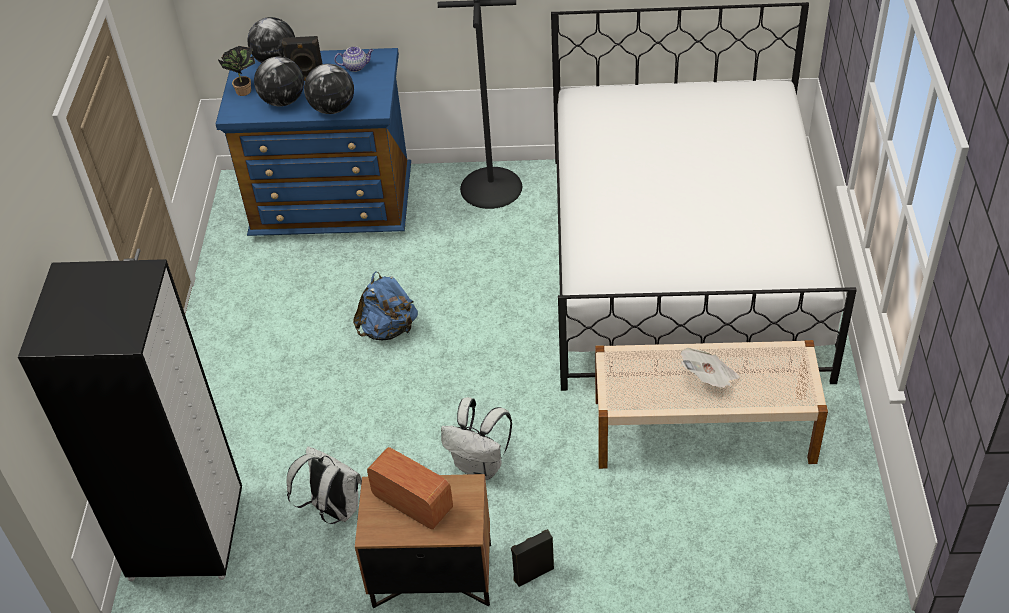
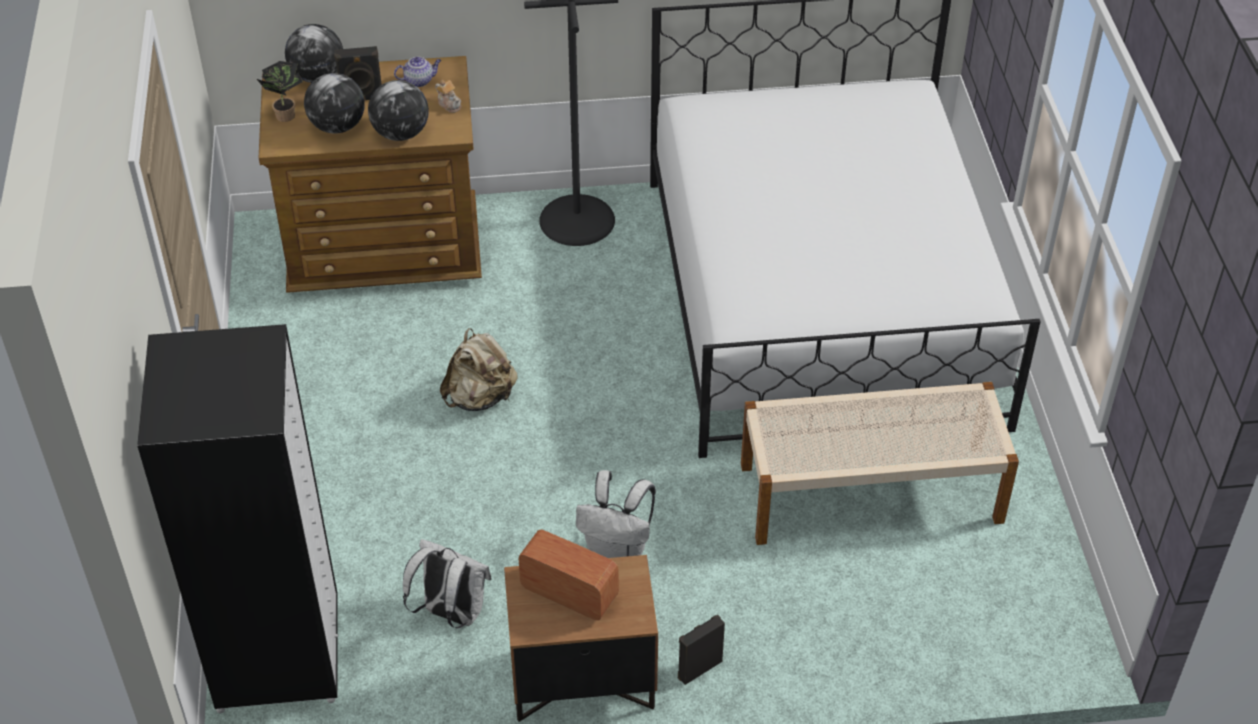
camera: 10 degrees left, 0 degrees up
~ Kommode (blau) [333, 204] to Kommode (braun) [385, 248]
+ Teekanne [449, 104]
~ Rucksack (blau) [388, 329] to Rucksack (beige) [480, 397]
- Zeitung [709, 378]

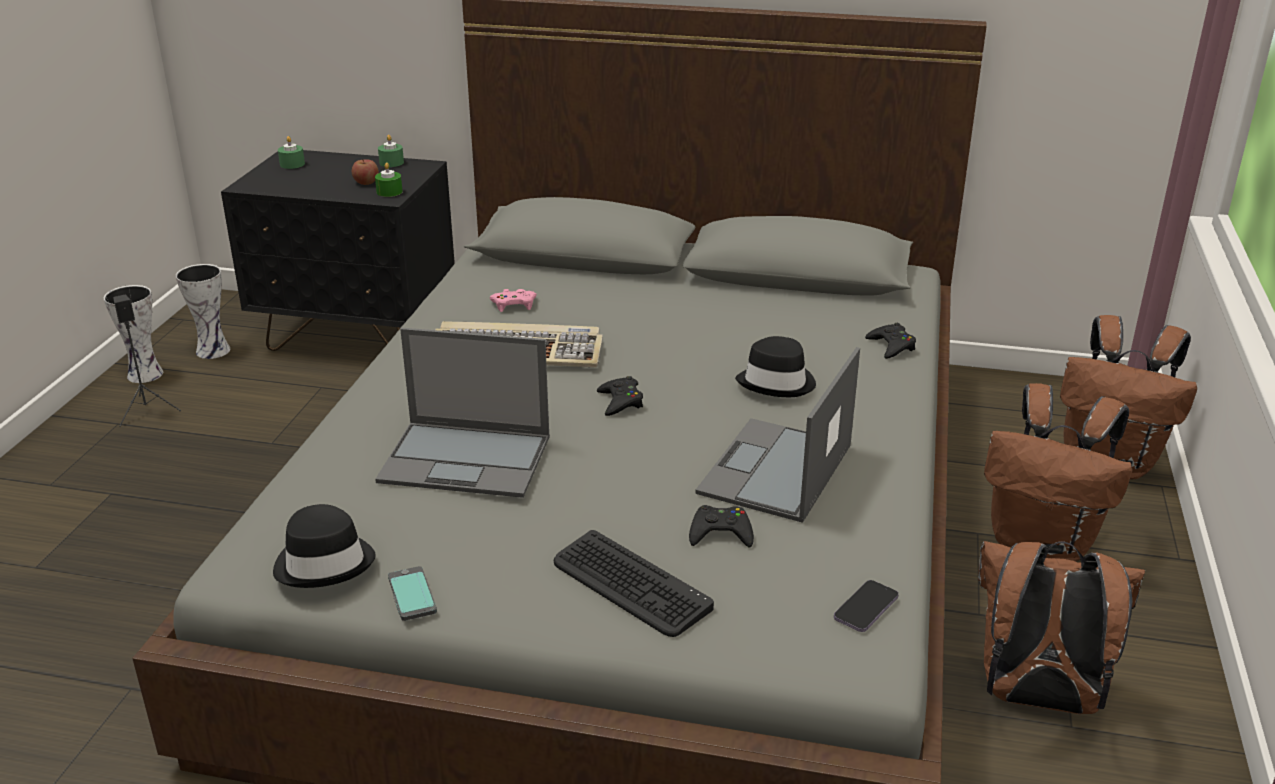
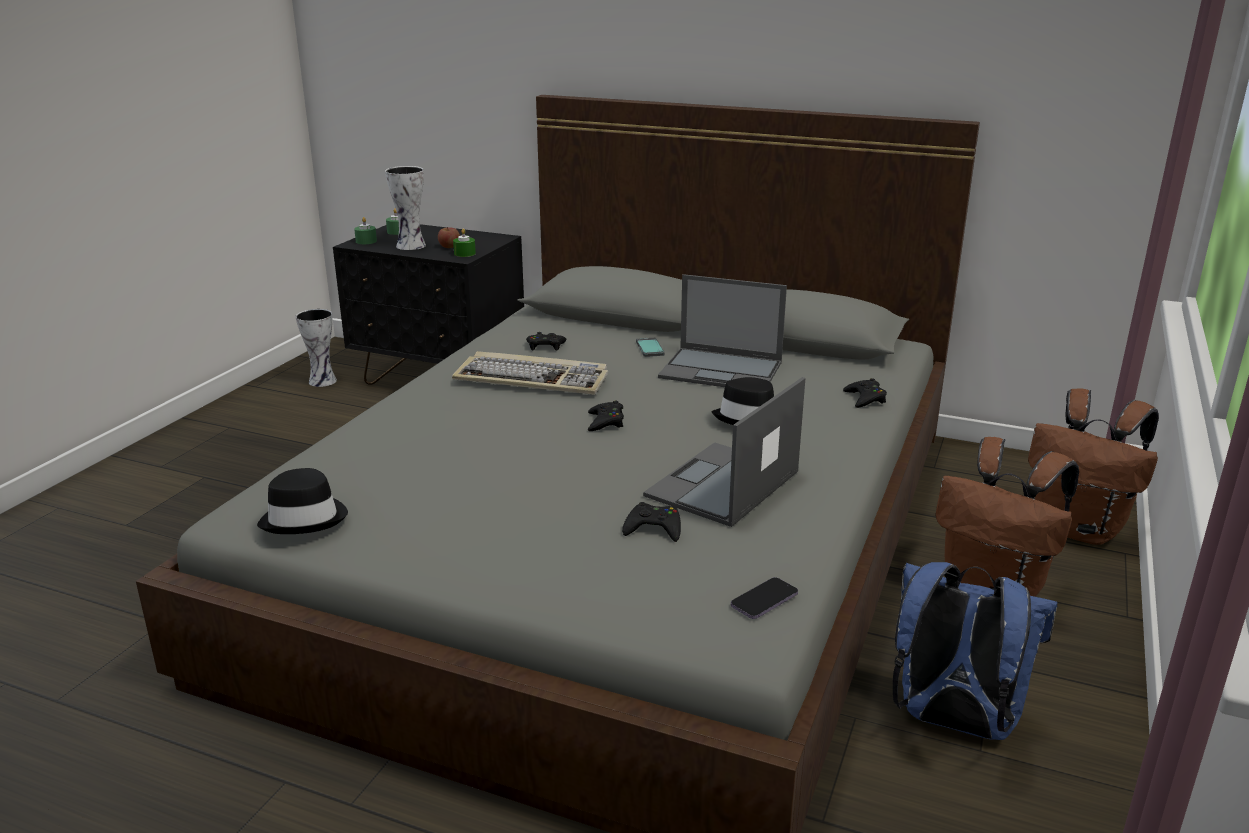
camera: 10 degrees right, 5 degrees down
~ Kerze (grün) [391, 162] to [366, 241]
~ Vase [146, 375] to [411, 246]
~ Gamepad (rosa) [514, 305] to Gamepad (schwarz) [545, 346]
~ Handy [411, 595] to [649, 348]
~ Laptop [467, 459] to [722, 370]
~ Rucksack (braun) [1036, 699] to Rucksack (blau) [952, 722]
- Lautsprecher (schwarz) [147, 410]
- Tastatur [630, 585]

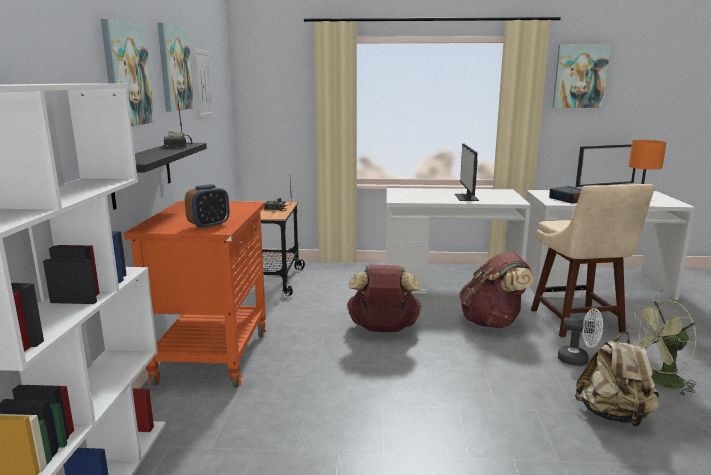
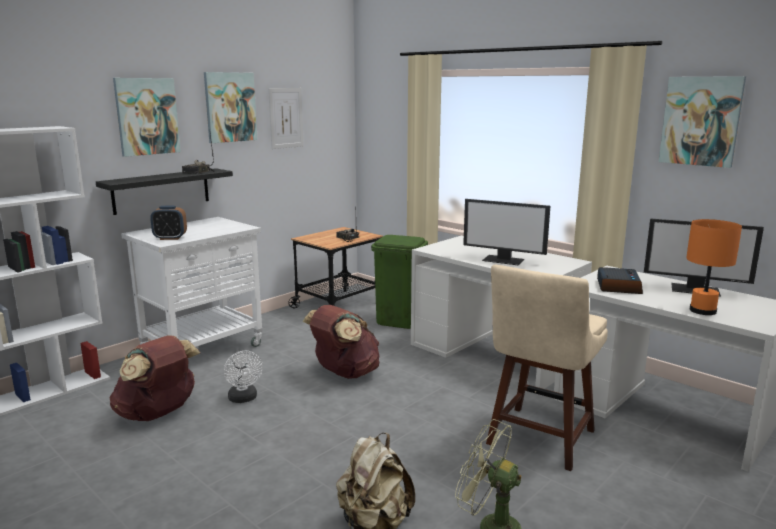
camera: 40 degrees right, 0 degrees up
~ Rucksack (braun) [493, 322] to [158, 413]
~ Rollwagen (orange) [214, 357] to Rollwagen (weiß) [204, 349]
~ Ventilator (weiß) [578, 360] to [244, 399]
+ Mülleimer (grün) [400, 321]
~ Monitor [467, 197] = [504, 260] 105 degrees counterclockwise

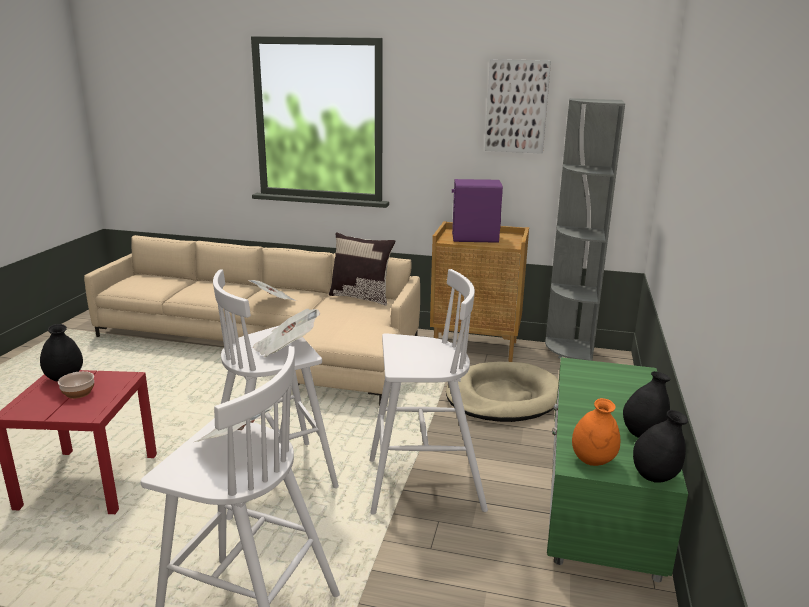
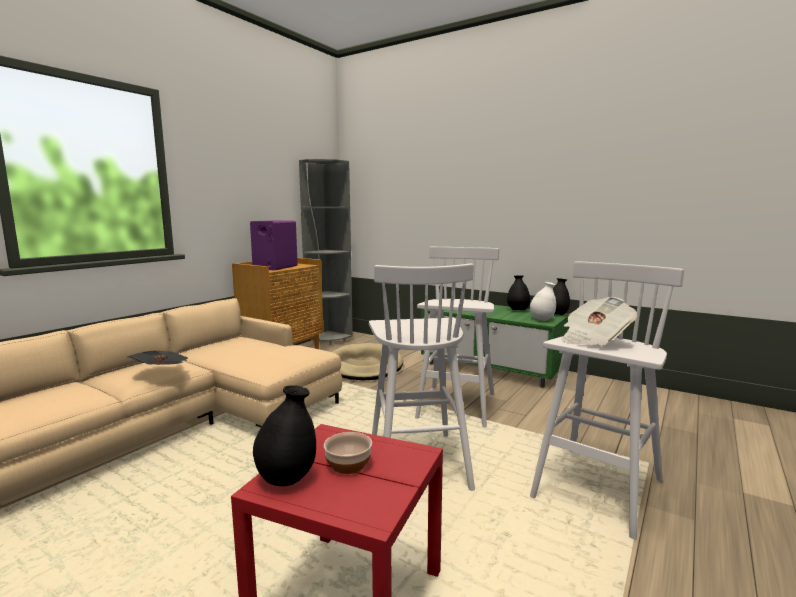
camera: 70 degrees left, 10 degrees down
~ Vase (orange) [593, 461] to Vase (weiß) [542, 320]
- Zeitung [286, 348]
- Kissen [361, 297]
- Bild [516, 106]

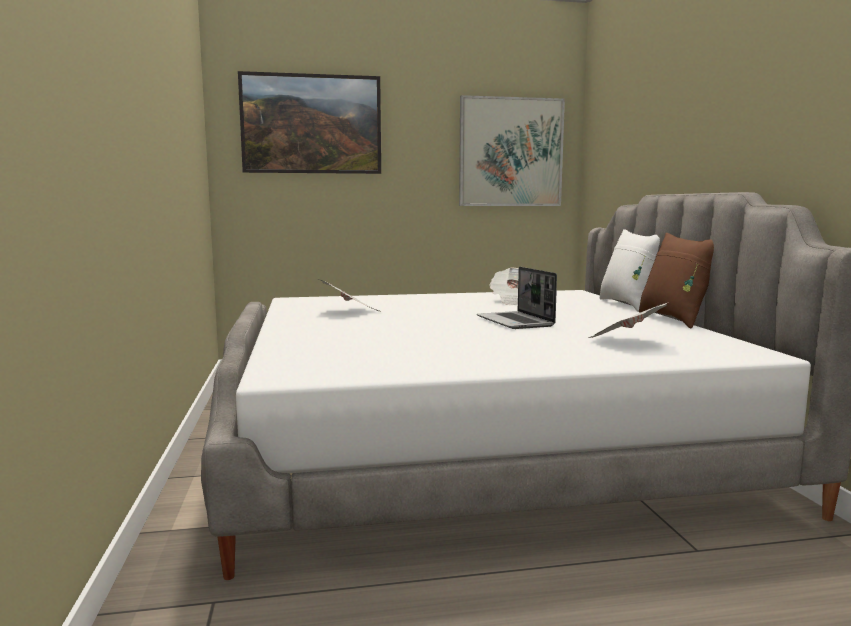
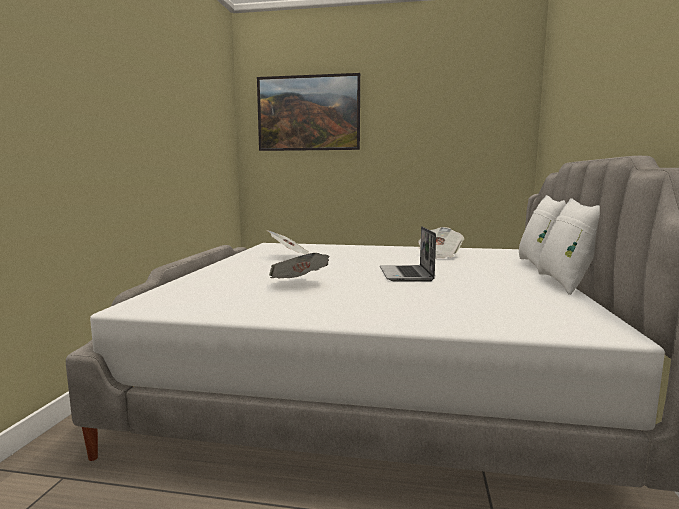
camera: 20 degrees right, 0 degrees up
~ Zeitung [625, 342] to [299, 284]
~ Kissen (braun) [674, 319] to Kissen (weiß) [566, 284]
- Bild [510, 152]

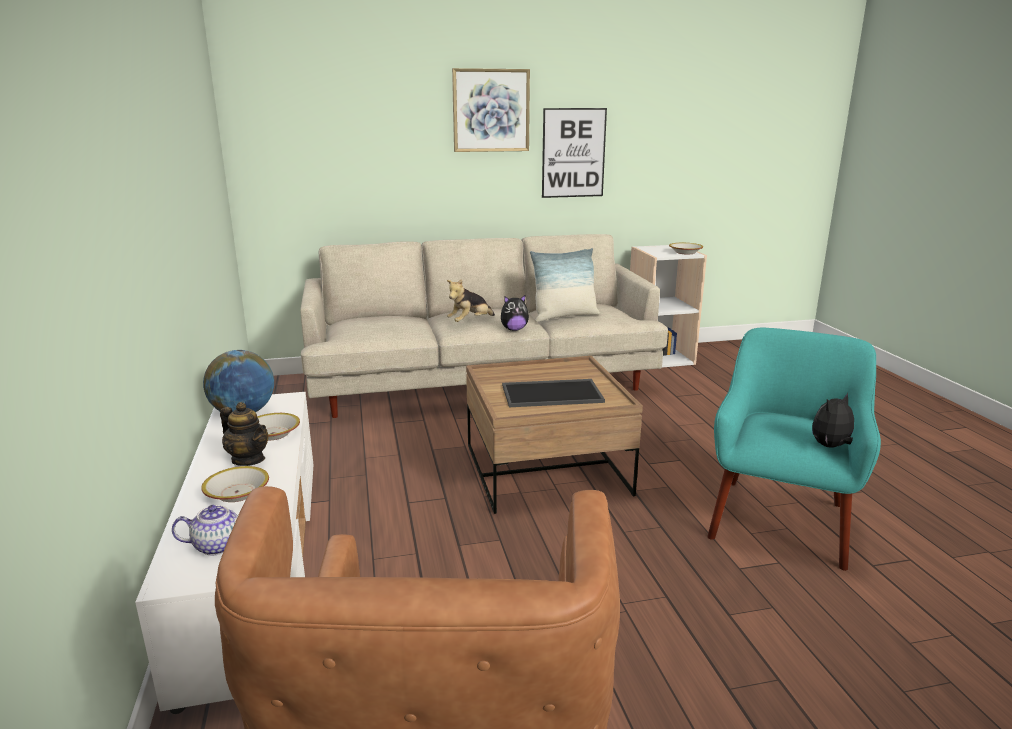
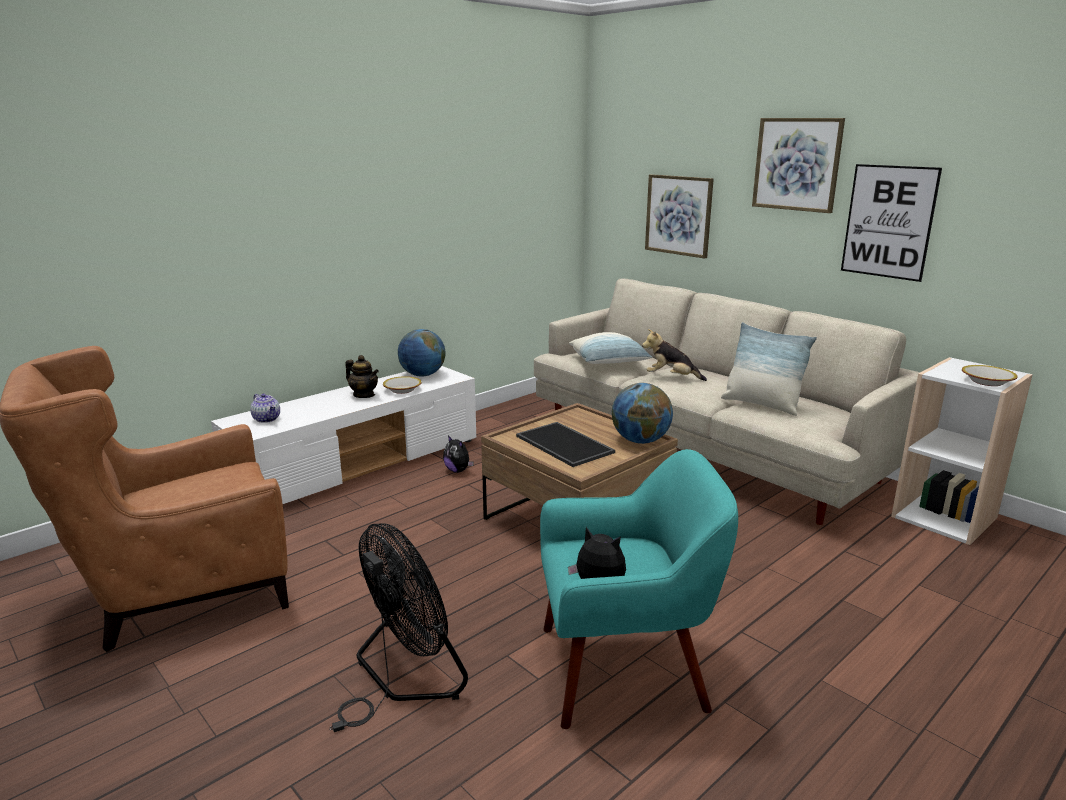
camera: 60 degrees right, 0 degrees up
+ Ventilator (schwarz) [396, 673]
~ Teekanne [248, 459] = [364, 395] 60 degrees counterclockwise
~ Plüschtier [514, 329] to [458, 470]
+ Kissen [609, 362]
+ Globus [640, 441]
+ Bild [678, 215]
- Schüssel [237, 493]

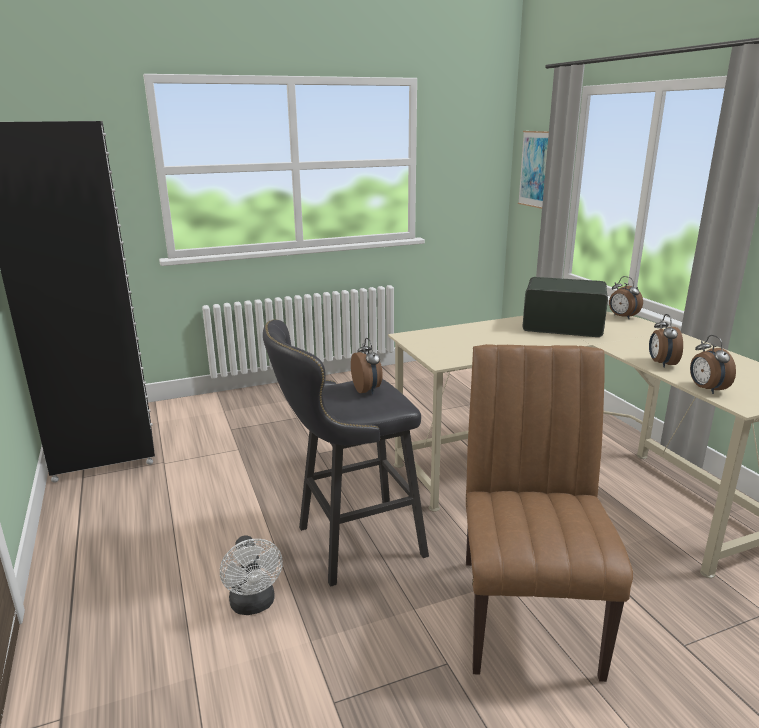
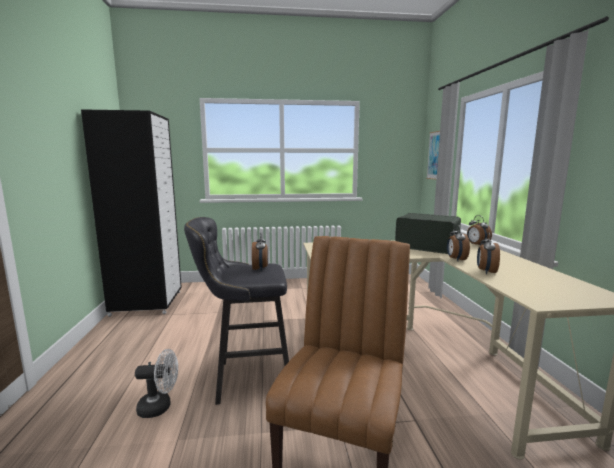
camera: 15 degrees right, 10 degrees down
~ Ventilator (weiß) [254, 605] = [160, 407] 90 degrees counterclockwise
~ Wecker [706, 389] to [456, 259]

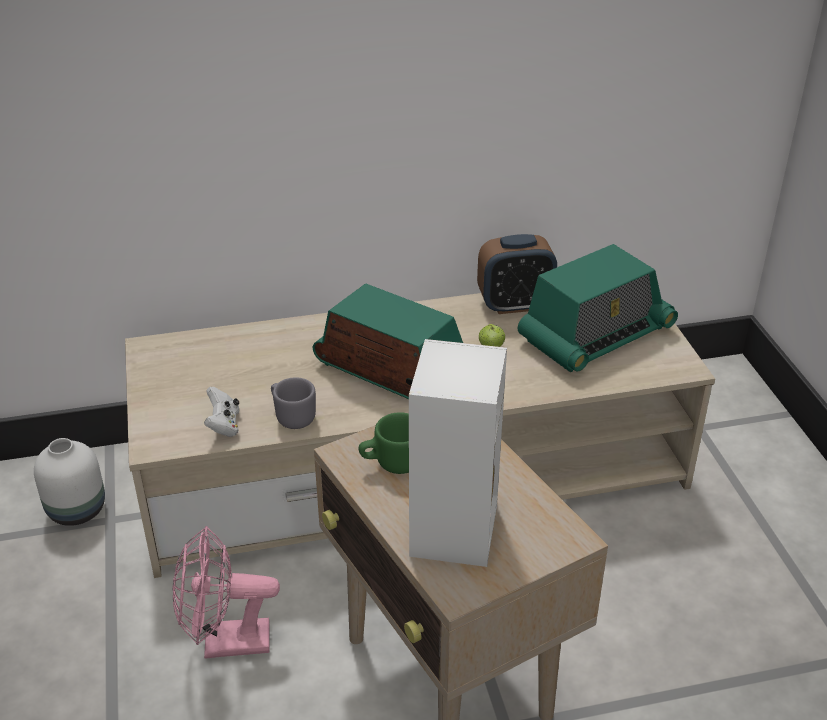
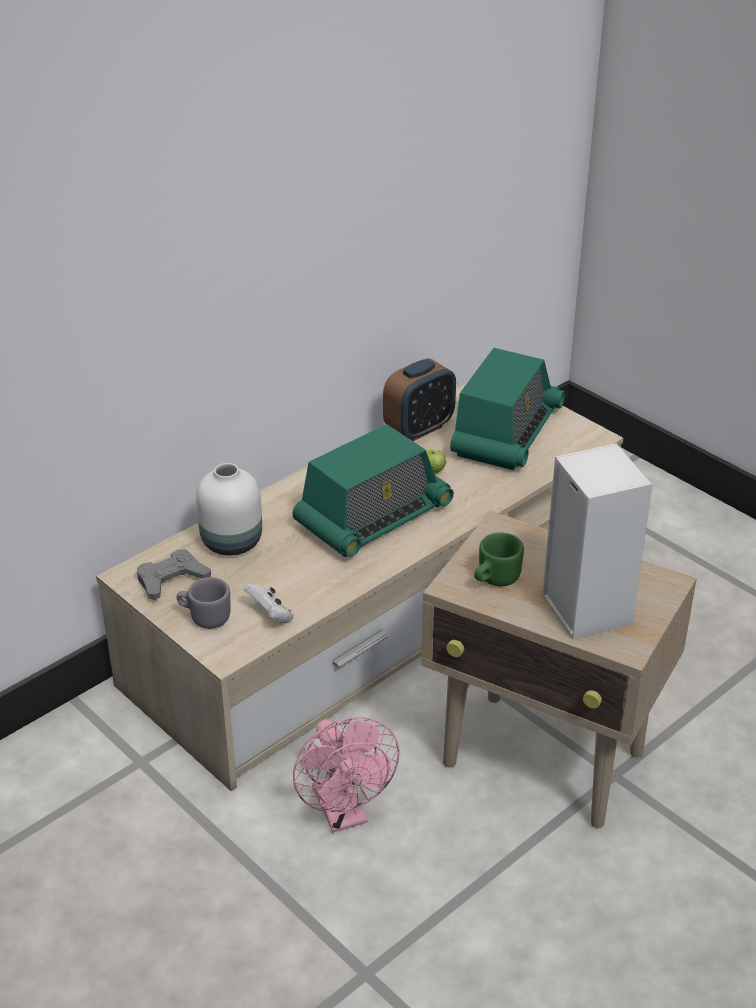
camera: 30 degrees left, 0 degrees up
+ Gamepad (grau) [171, 580]
~ Henkelbecher (grau) [292, 416] to [205, 617]
~ Vase (weiß) [77, 511] to [233, 542]
~ Radio [396, 370] = [373, 517] 135 degrees clockwise
~ Ventilator (rosa) [225, 643] = [344, 814] 75 degrees counterclockwise

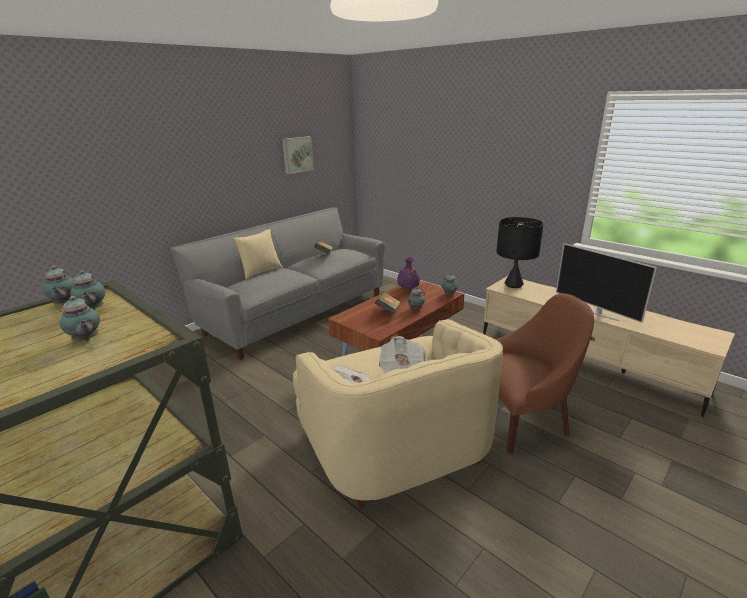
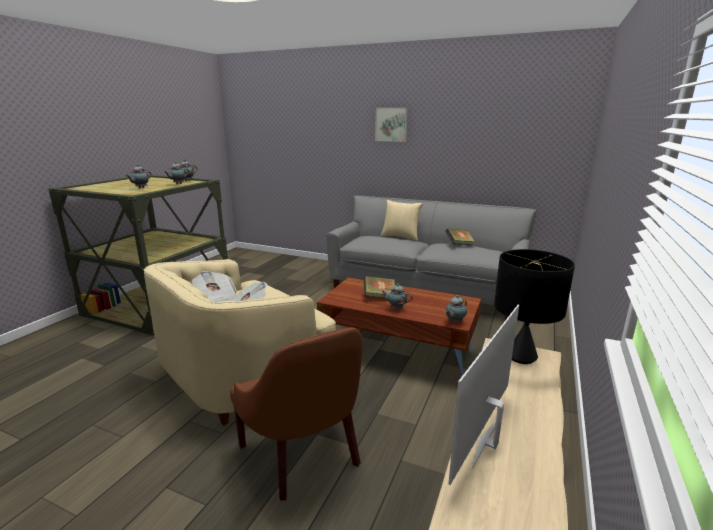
camera: 70 degrees right, 5 degrees down
~ Bild [297, 154] to [391, 124]
- Vase (lila) [408, 288]

